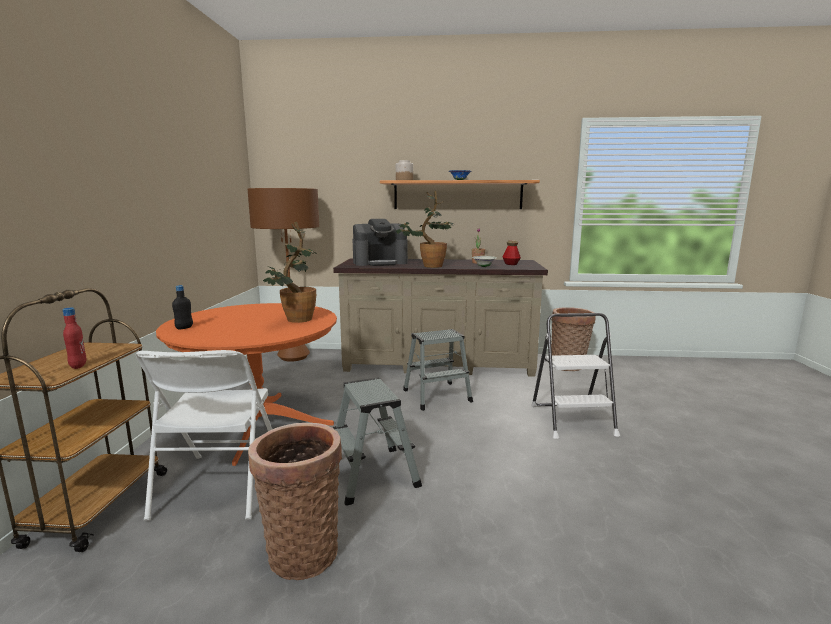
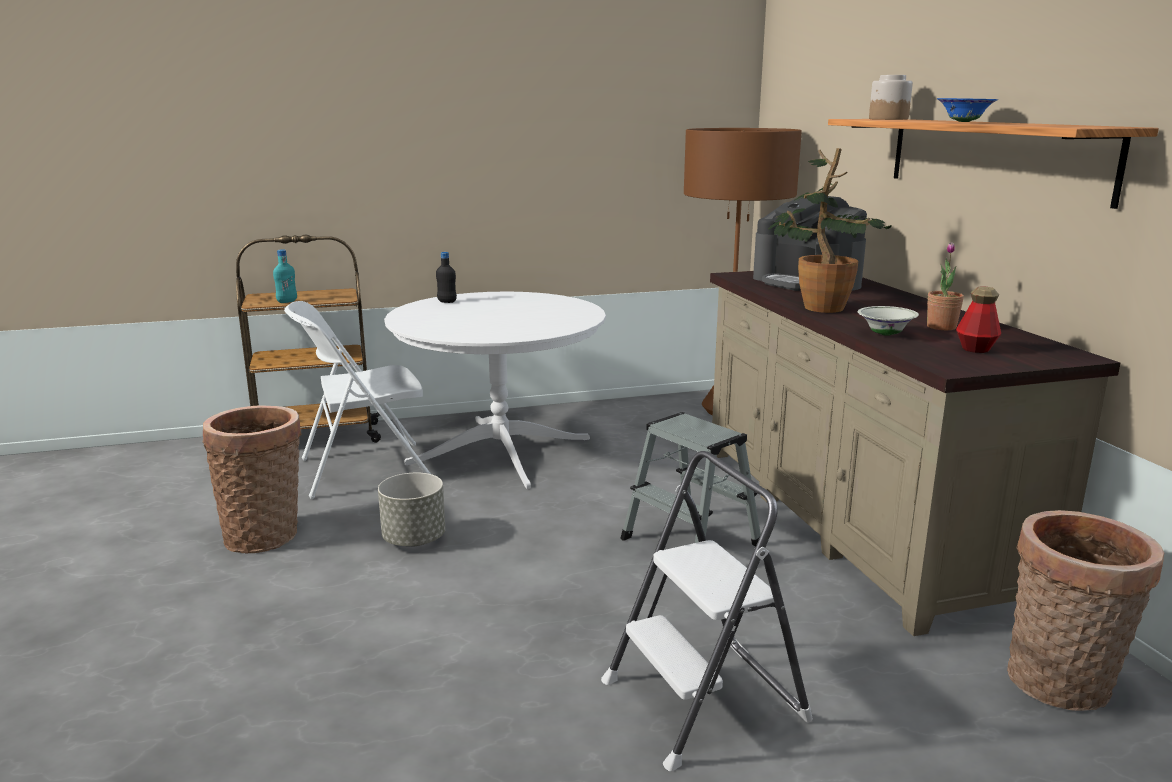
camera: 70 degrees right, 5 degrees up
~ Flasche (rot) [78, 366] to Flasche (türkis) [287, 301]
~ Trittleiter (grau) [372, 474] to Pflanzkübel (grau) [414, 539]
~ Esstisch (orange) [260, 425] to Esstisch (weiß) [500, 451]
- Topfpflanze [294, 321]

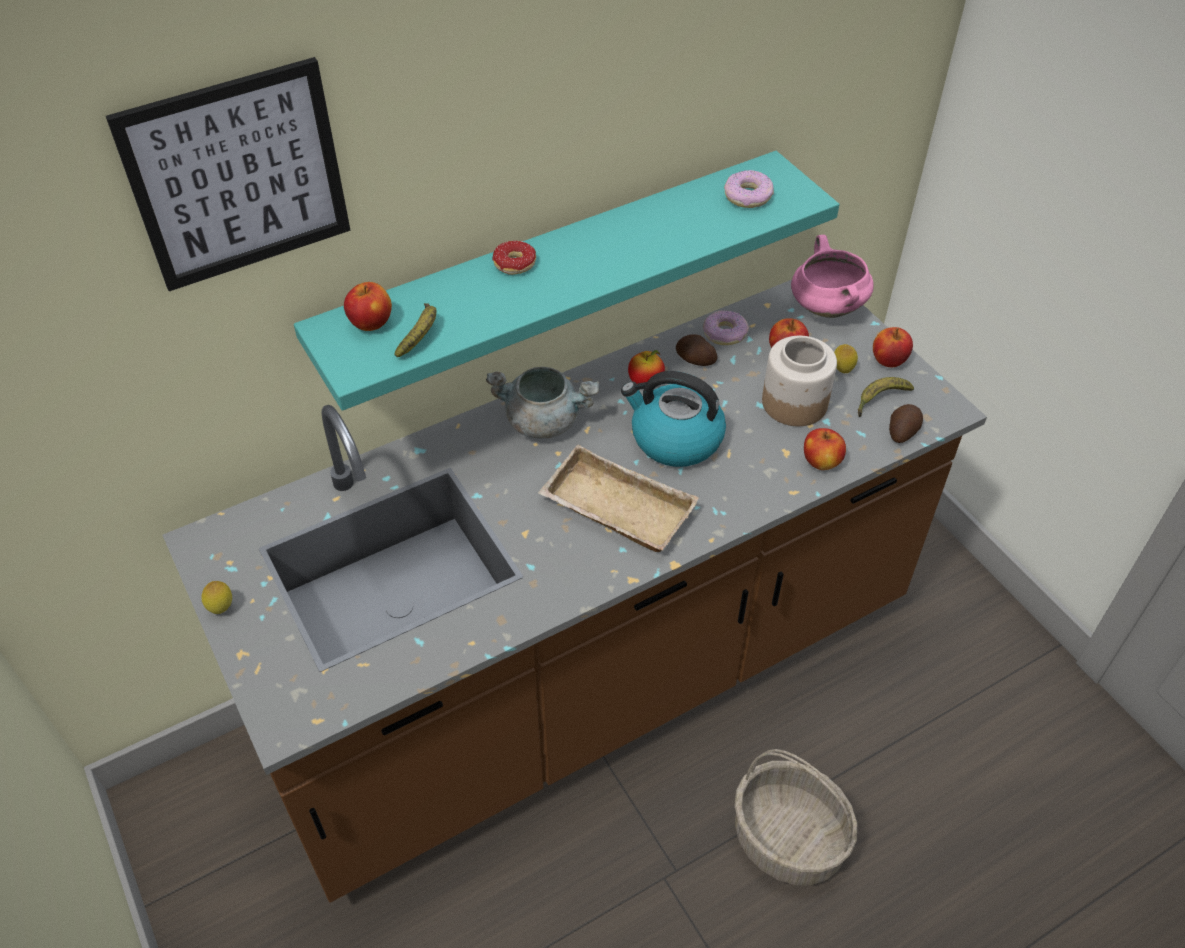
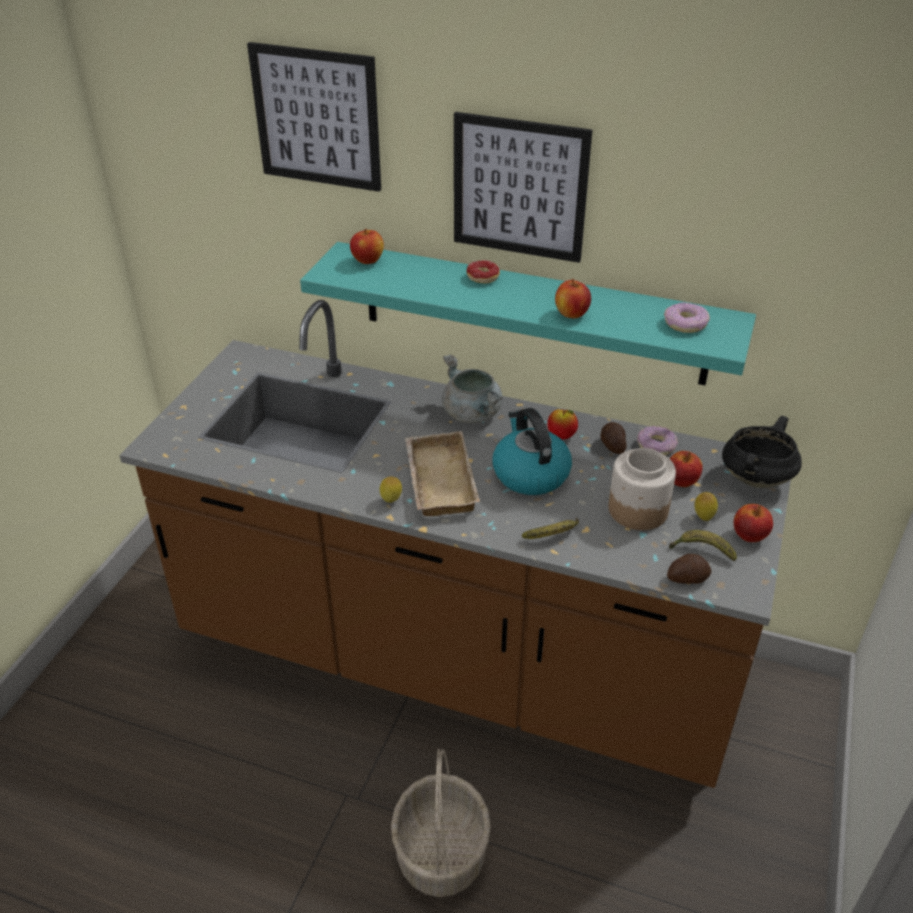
camera: 50 degrees right, 10 degrees down
~ Zitrone [222, 609] to [391, 501]
+ Bild [519, 187]
~ Banane [421, 335] to [553, 535]
~ Apfel [821, 462] to [571, 314]
~ Kochtopf (rosa) [826, 307] to Kochtopf (schwarz) [755, 478]

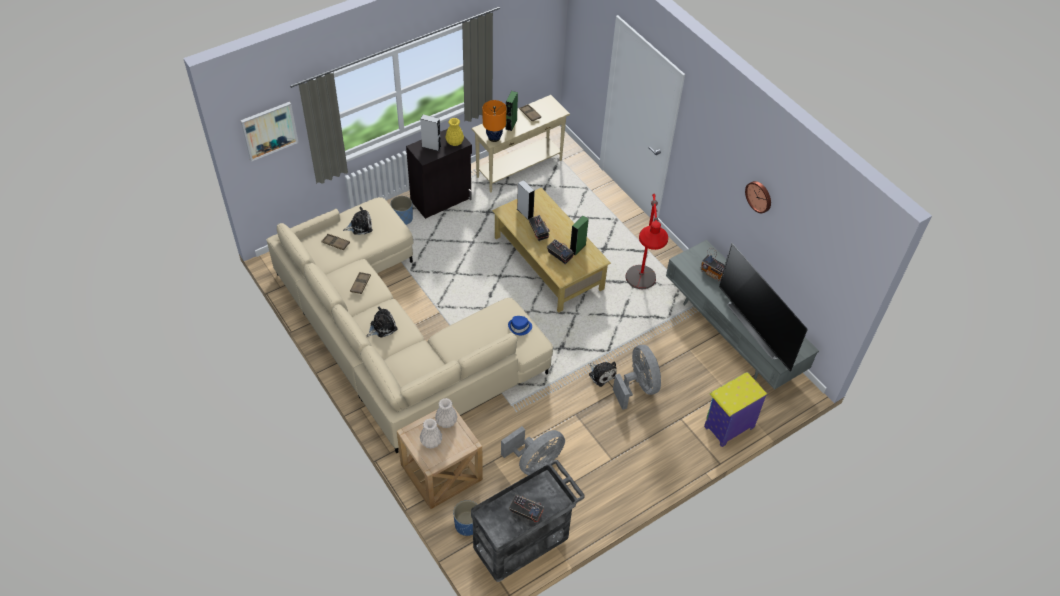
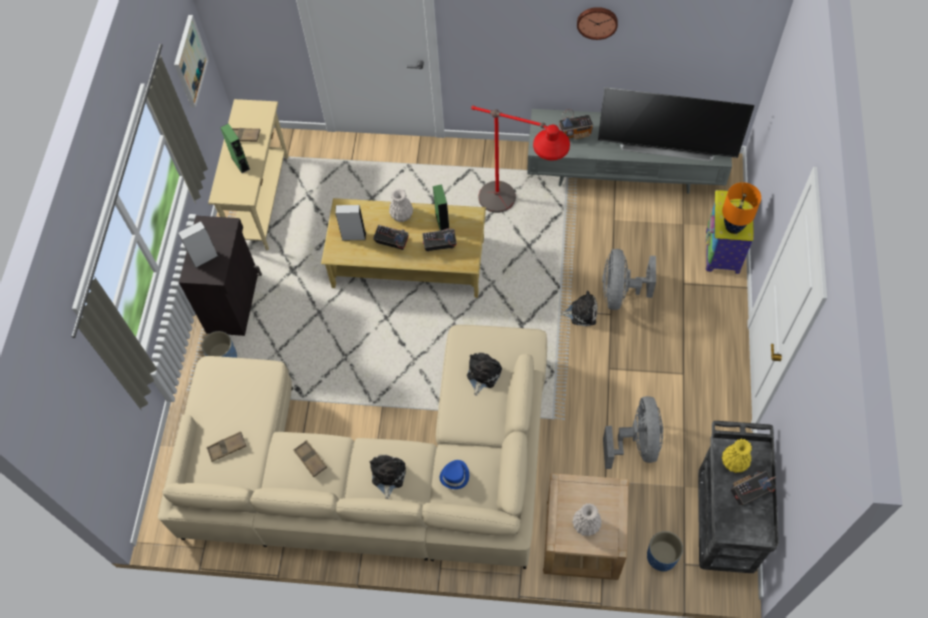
camera: 45 degrees left, 10 degrees up
~ Bild [269, 130] to [189, 61]
~ Vase (weiß) [446, 421] to [401, 215]
~ Hut (blau) [520, 327] to [455, 475]
~ Plüschtier [360, 226] to [482, 374]
~ Ventilator (grau) [638, 387] = [620, 292] 105 degrees counterclockwise
~ Tischlampe (orange) [494, 137] to [733, 226]
~ Vase (gelb) [455, 142] to [734, 462]

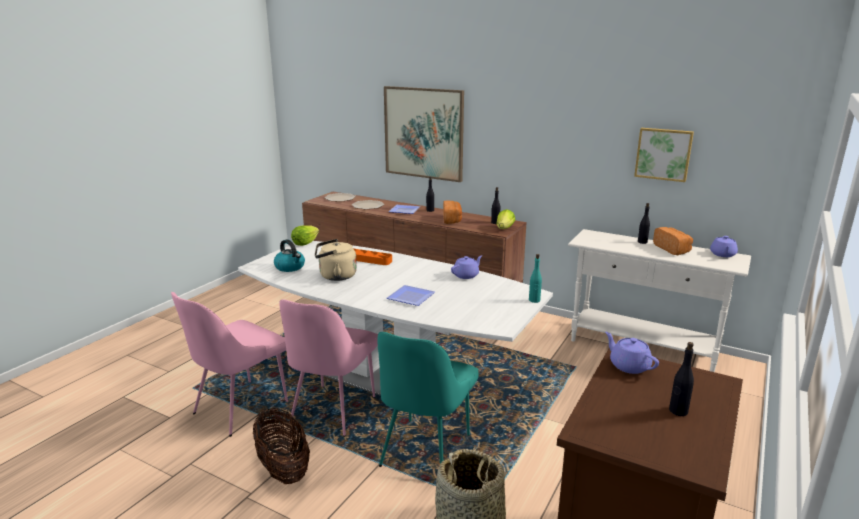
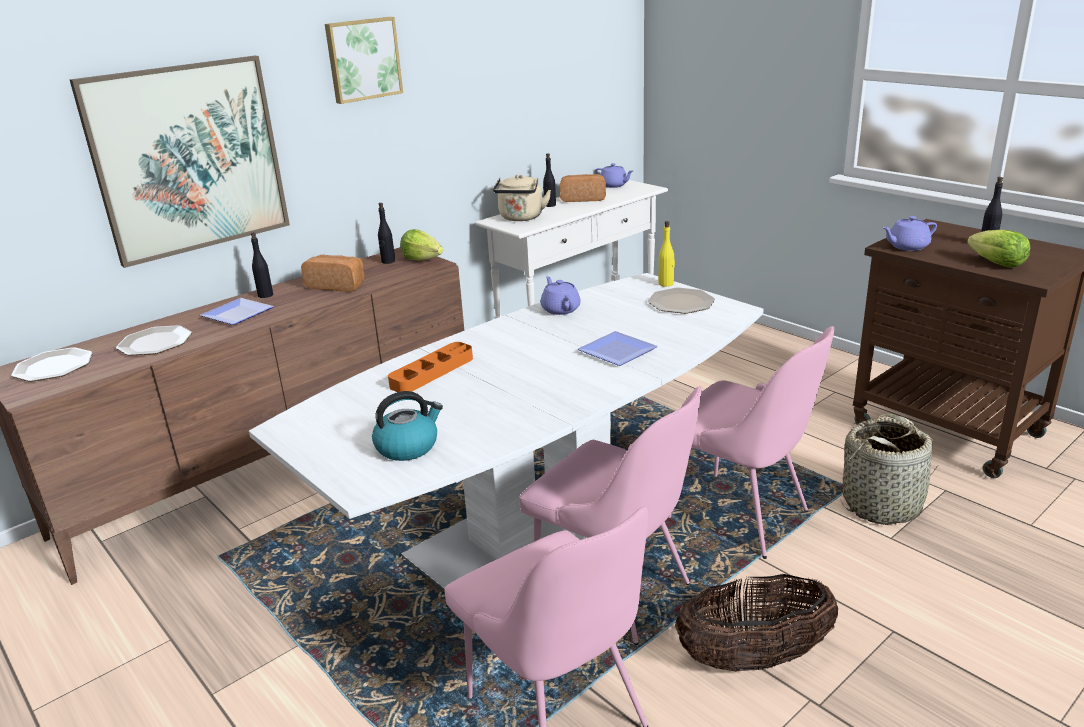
camera: 70 degrees left, 5 degrees up
~ Bild [663, 154] to [363, 59]
~ Wasserkessel (beige) [335, 276] to [521, 218]
+ Teller [680, 303]
~ Flasche (türkis) [534, 300] to Flasche (gelb) [666, 284]
~ Stuhl (türkis) [425, 451] to Stuhl (rosa) [739, 515]
~ Salatkopf [305, 243] to [997, 264]

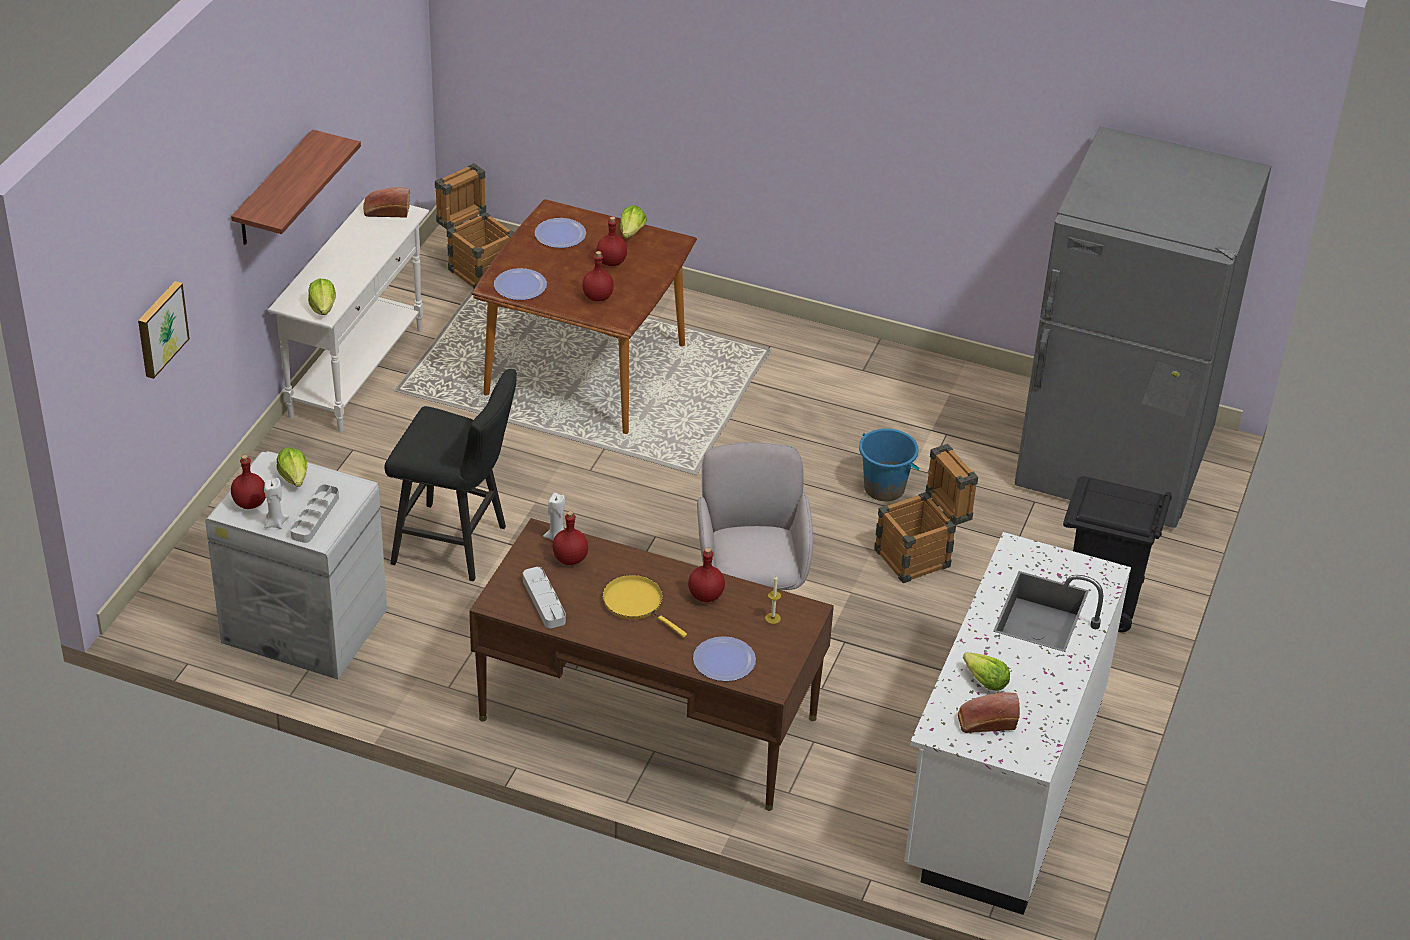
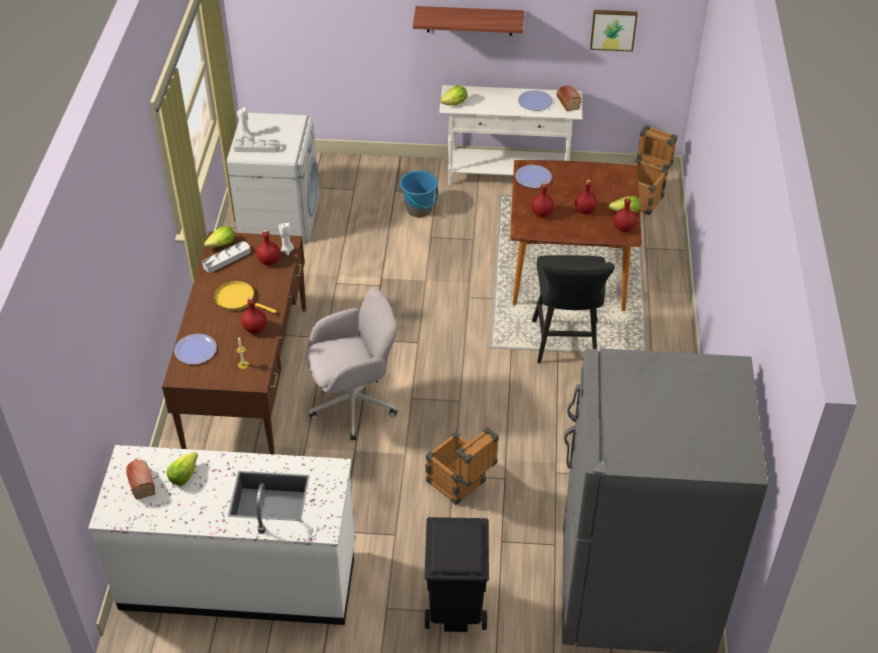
camera: 75 degrees right, 5 degrees up
~ Salatkopf [294, 477] to [222, 244]
~ Pfanne (gelb) [636, 603] = [237, 299] 90 degrees counterclockwise
~ Eimer (blau) [884, 488] to [419, 209]
~ Teller [560, 234] to [535, 101]
~ Hocker (schwarz) [457, 546] to [566, 346]
~ Bild [160, 328] to [613, 29]
~ Flasche (rot) [249, 503] to [623, 227]

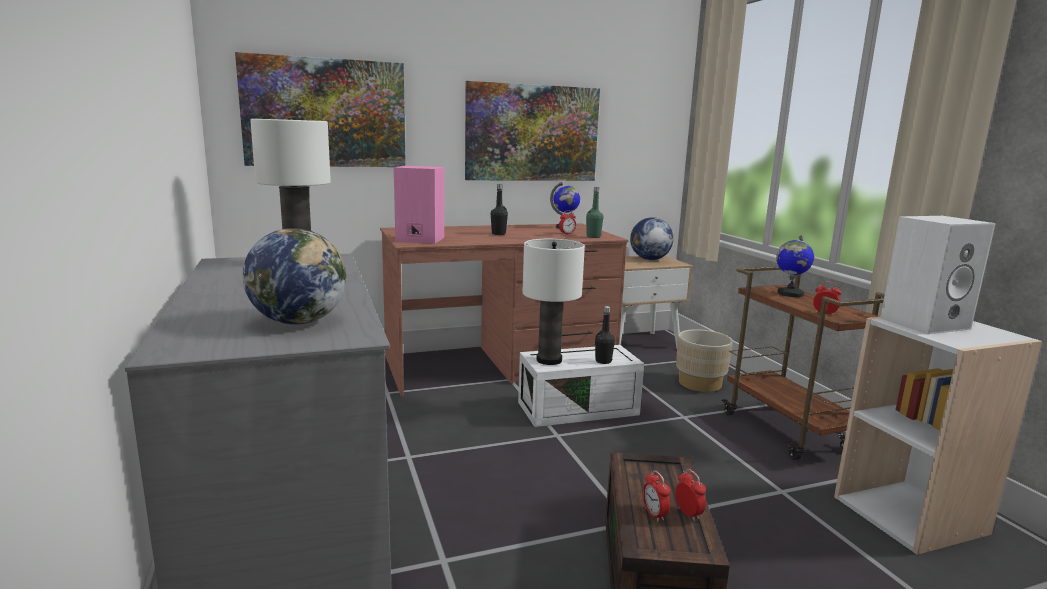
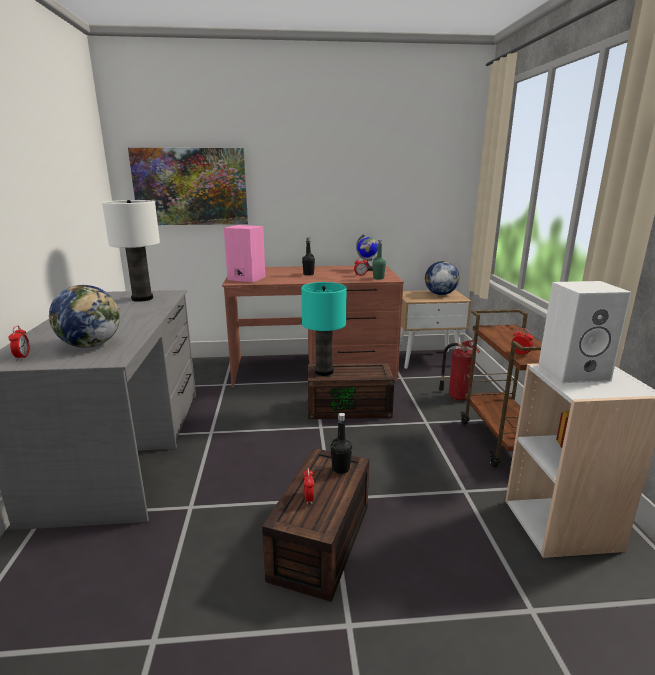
camera: 15 degrees right, 5 degrees up
~ Wecker [688, 513] to [22, 357]
~ Tischlampe (weiß) [548, 360] to Tischlampe (türkis) [324, 371]
~ Aufbewahrungsbox (weiß) [579, 407] to Aufbewahrungsbox (braun) [350, 407]
~ Flasche (schwarz) [603, 361] to [341, 469]
~ Pflanzkübel (beige) [700, 384] to Feuerlöscher [457, 396]
- Bild [532, 133]
- Globus [789, 294]

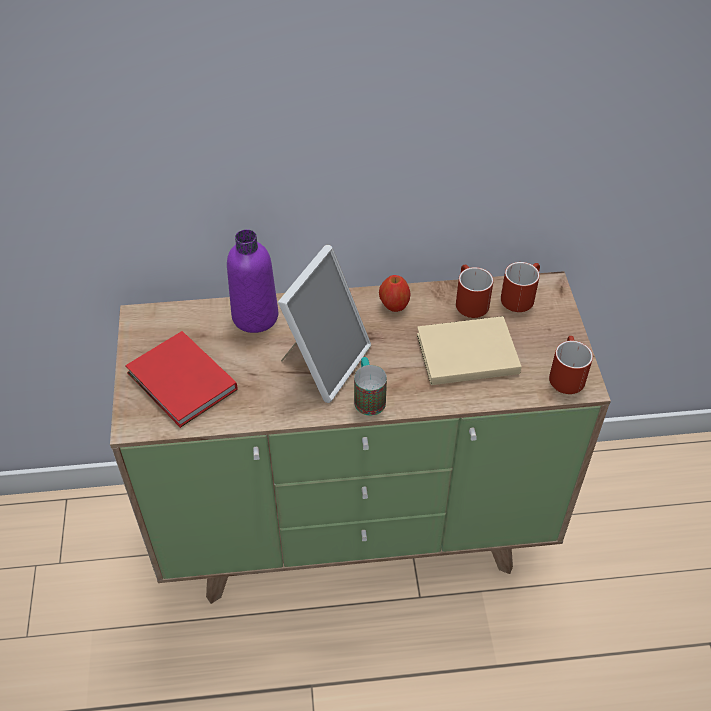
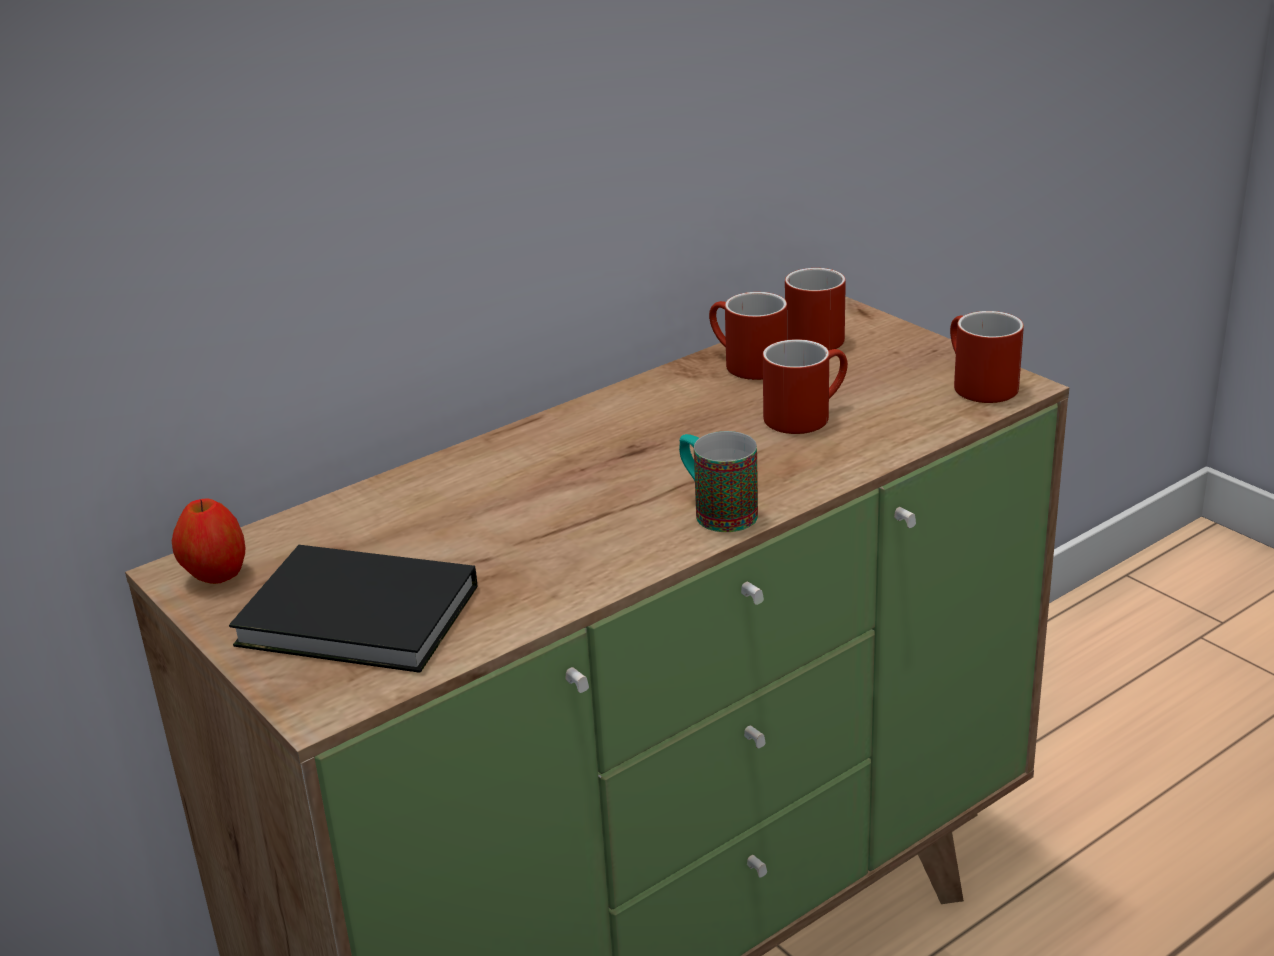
camera: 30 degrees left, 20 degrees down
~ Apfel [394, 306] to [216, 576]
~ Buch (rot) [182, 383] to Buch (schwarz) [362, 618]
~ Buch (beige) [464, 353] to Henkelbecher (rot) [805, 414]
- Flasche (lila) [255, 316]
- Bilderrahmen [324, 362]

